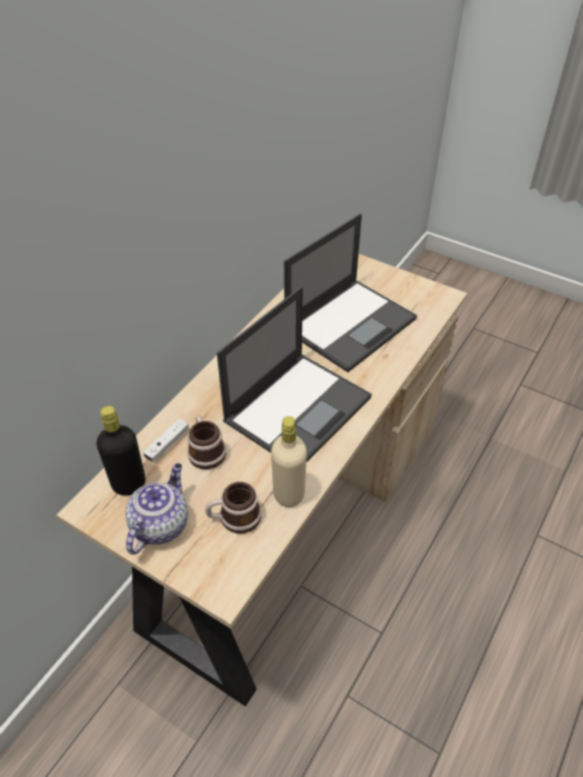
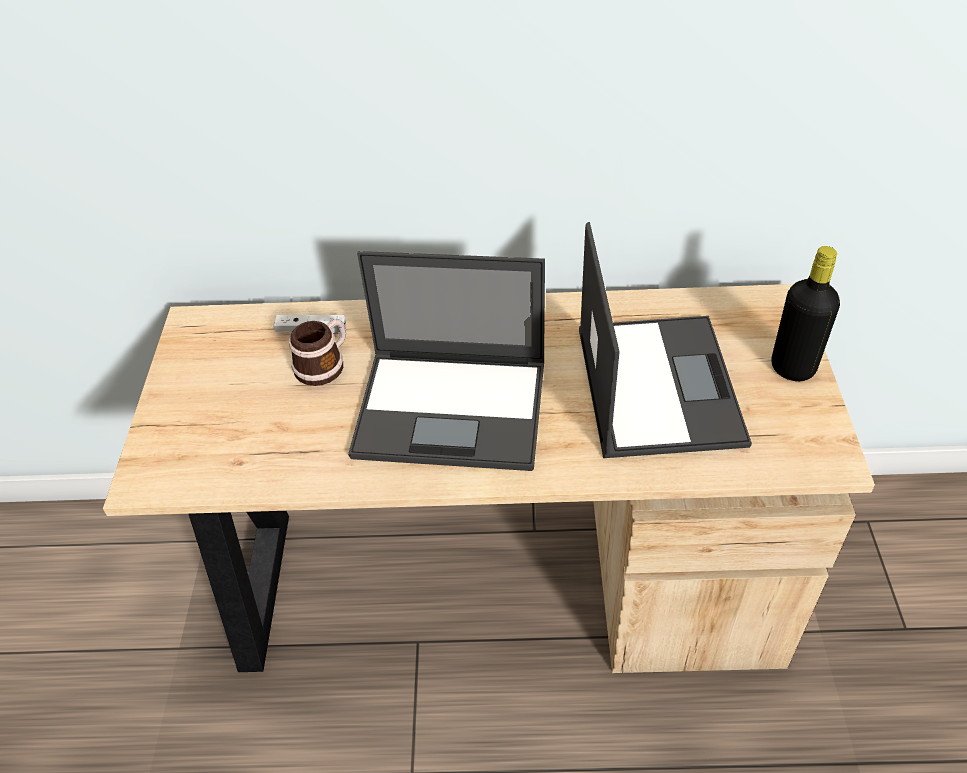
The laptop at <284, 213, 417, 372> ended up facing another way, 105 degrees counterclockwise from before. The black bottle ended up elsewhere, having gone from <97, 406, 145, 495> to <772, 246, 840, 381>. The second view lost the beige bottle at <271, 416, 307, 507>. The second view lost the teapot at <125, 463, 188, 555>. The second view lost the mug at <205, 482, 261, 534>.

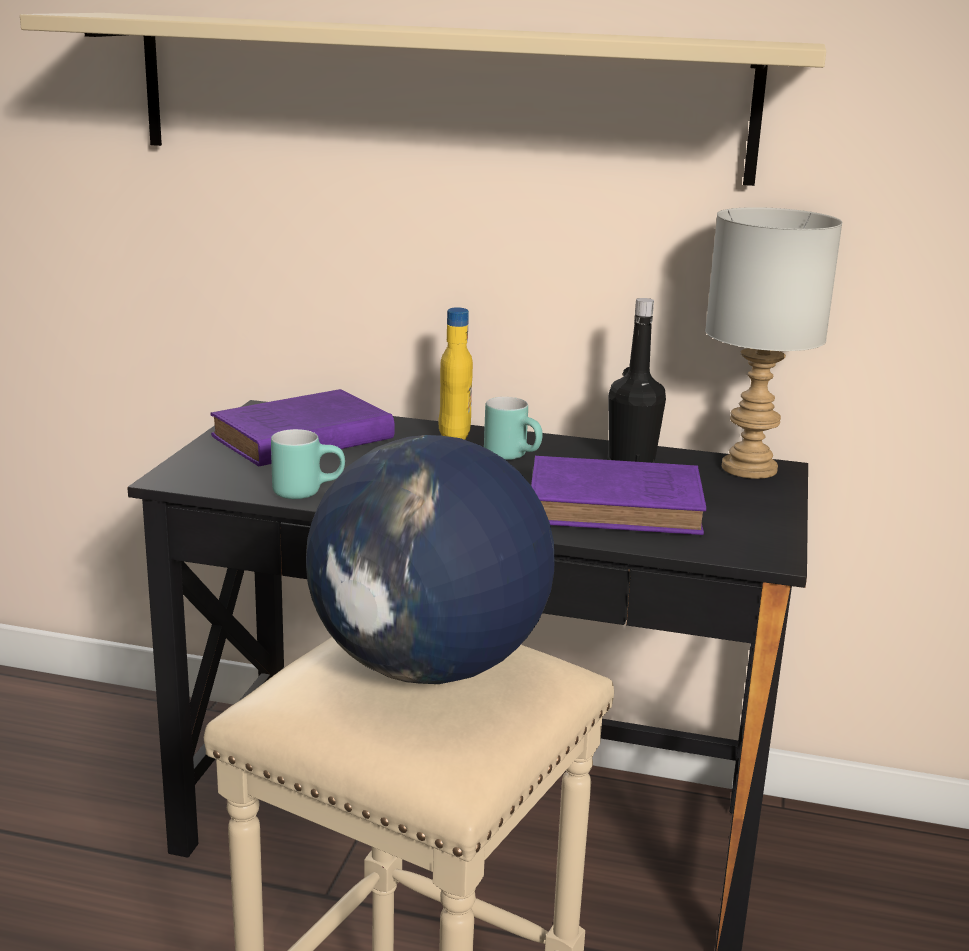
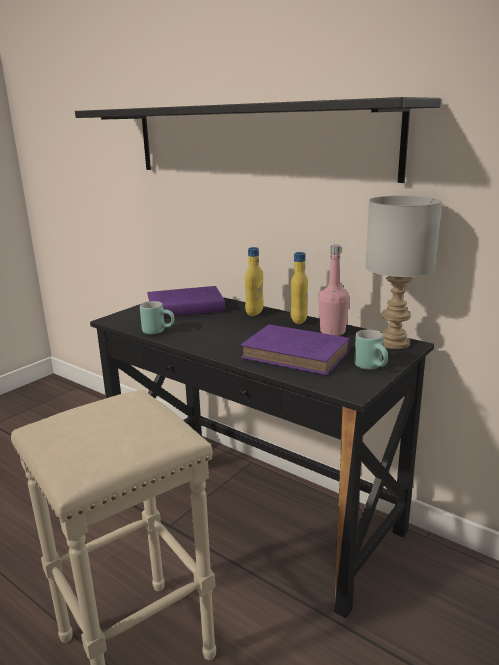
What was the beige shelf at <20, 13, 826, 186> turned into the black shelf at <75, 97, 441, 183>. What was the black bottle at <608, 298, 666, 463> turned into the pink bottle at <318, 245, 350, 336>. The turquoise mug ended up elsewhere, having gone from <484, 397, 543, 460> to <354, 330, 388, 370>. The second view lost the globe at <306, 435, 555, 684>. The second view gained the yellow bottle at <290, 252, 308, 324>.

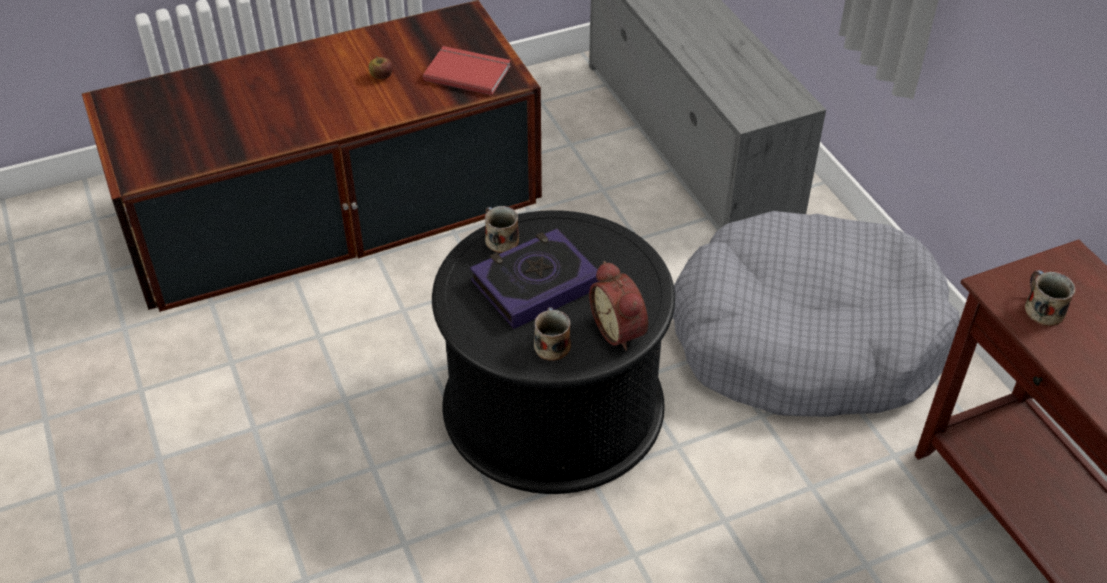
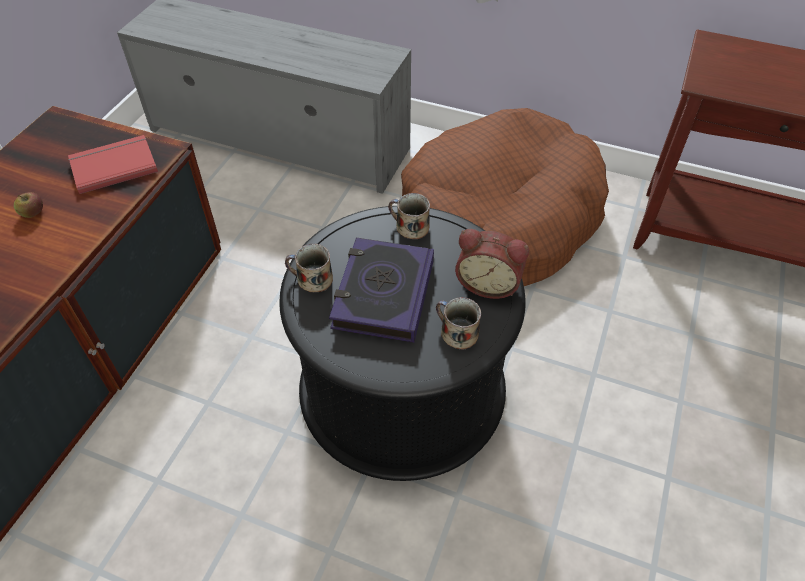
What was the grey dog bed at <673, 211, 960, 417> turned into the brown dog bed at <401, 108, 609, 286>. The mug ended up elsewhere, having gone from <1025, 270, 1075, 326> to <388, 193, 430, 239>.

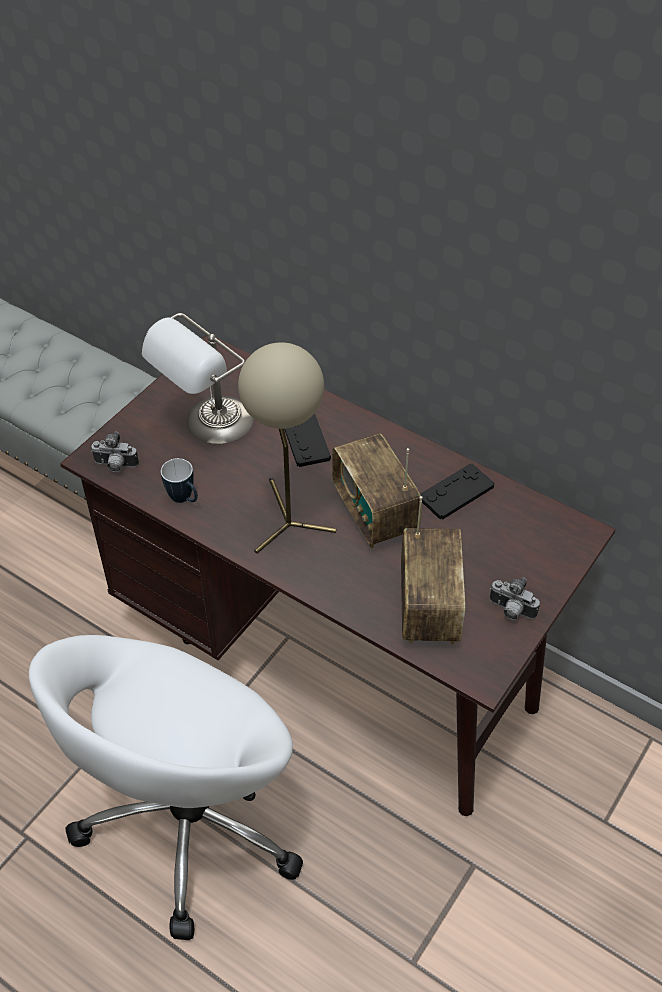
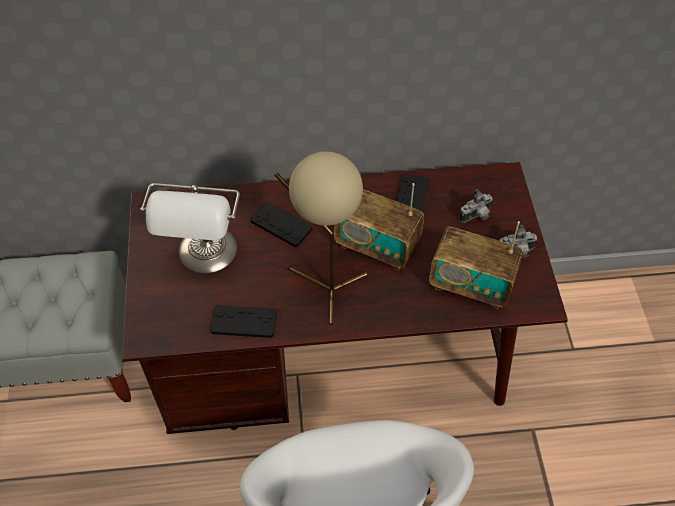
The photo camera ended up elsewhere, having gone from <91, 431, 139, 472> to <459, 189, 493, 223>. Where the mug stood at <161, 458, 198, 503>, the black game controller came to stand at <210, 305, 277, 338>. The radio at <401, 496, 465, 644> ended up facing another way, 150 degrees clockwise from before.

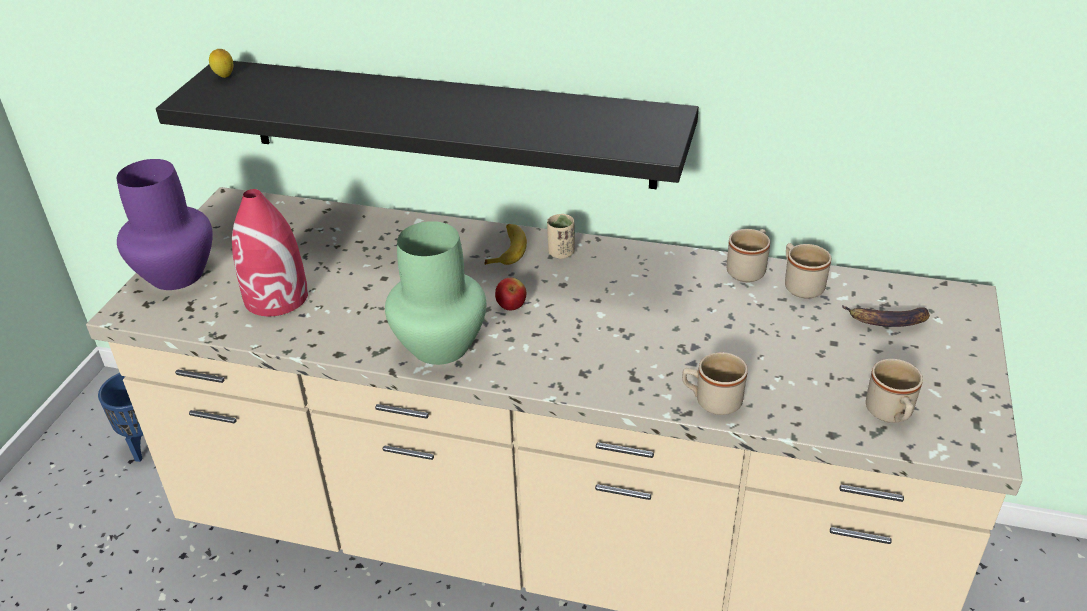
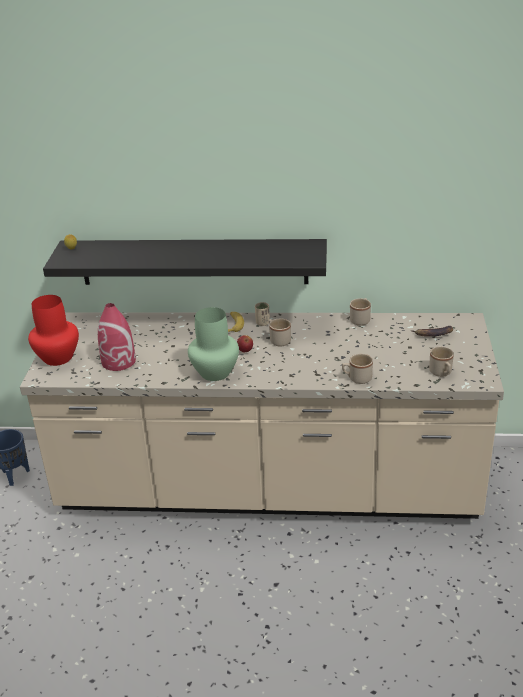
What was the purple vase at <117, 159, 213, 290> turned into the red vase at <28, 295, 79, 366>. The beige mug ended up elsewhere, having gone from <785, 243, 832, 299> to <269, 318, 291, 346>.

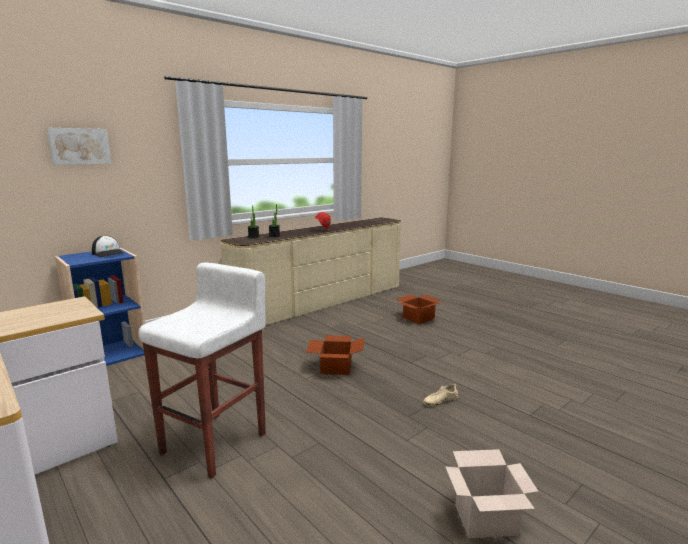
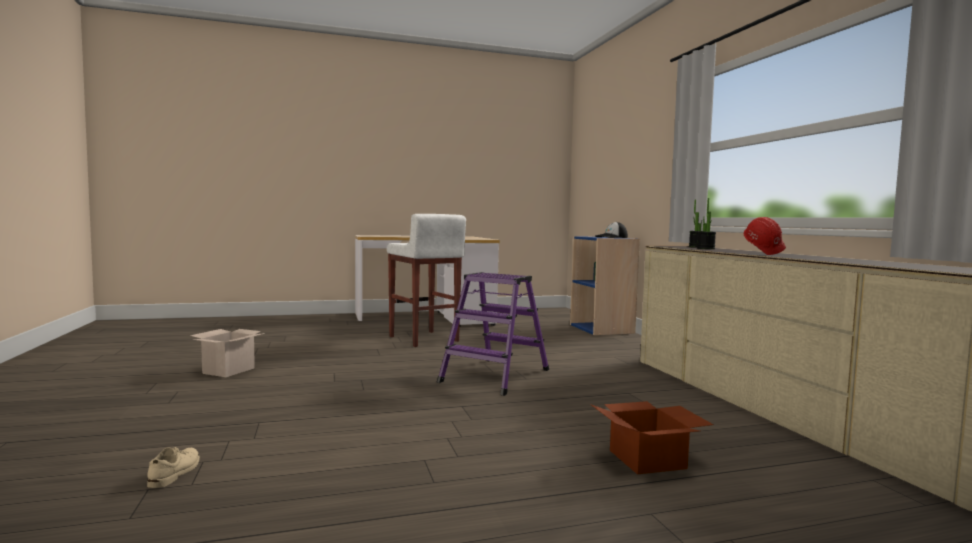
The second view lost the picture at <47, 128, 112, 165>. Where the cardboard box stood at <306, 335, 364, 375>, the purple step ladder came to stand at <437, 272, 549, 396>. The beige shoe ended up elsewhere, having gone from <423, 383, 458, 406> to <147, 447, 200, 488>.

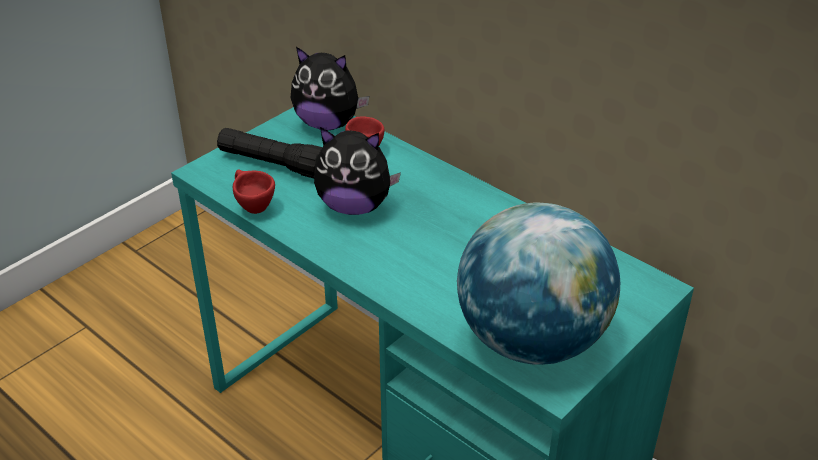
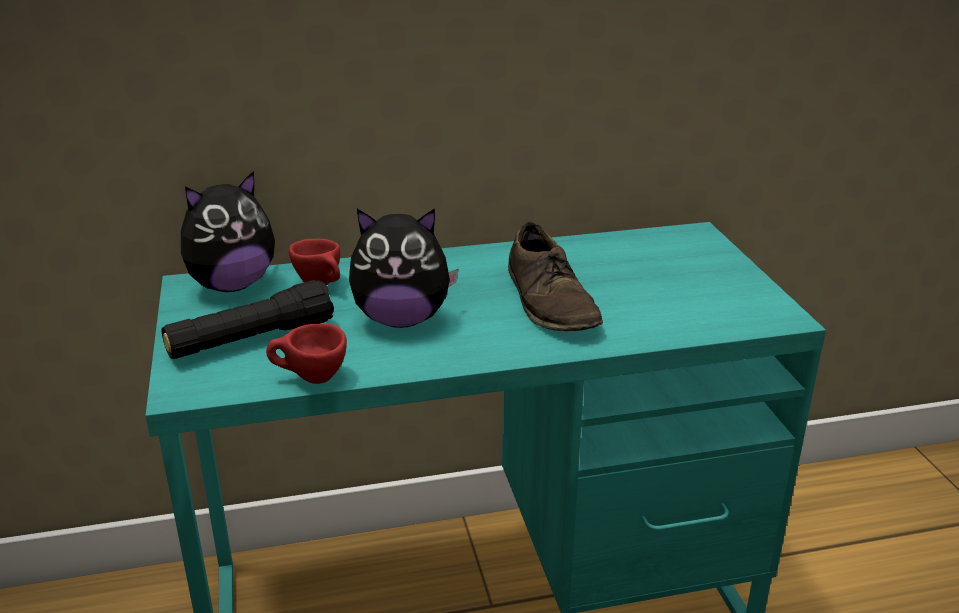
The plush toy at <314, 127, 401, 215> ended up facing another way, 45 degrees clockwise from before. The second view lost the globe at <457, 202, 620, 365>. The second view gained the brown shoe at <508, 222, 603, 331>.

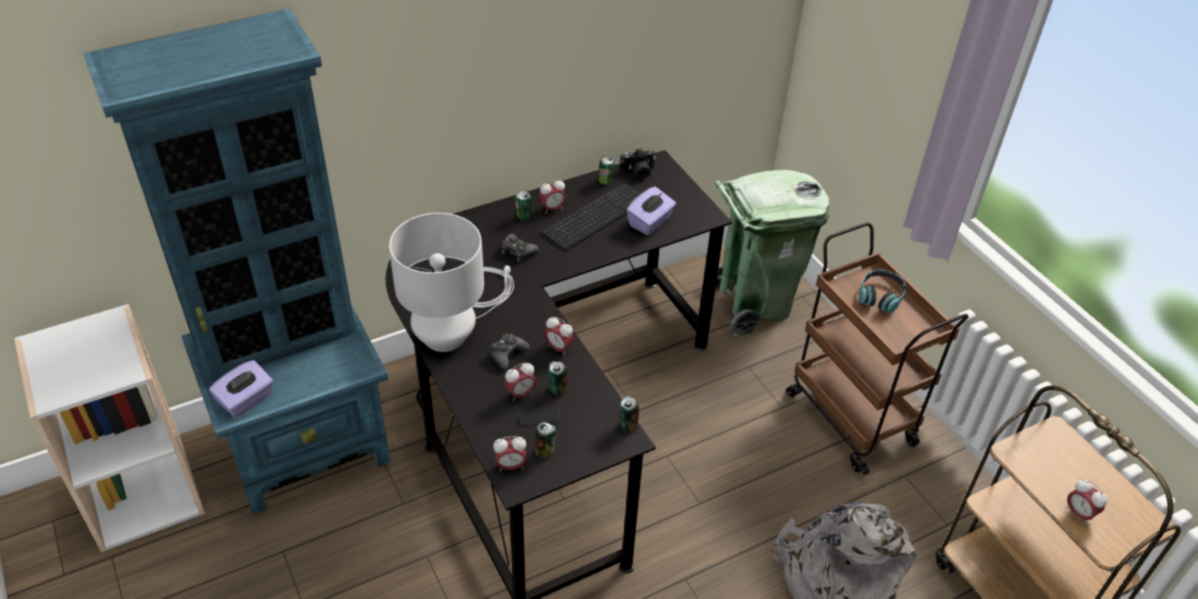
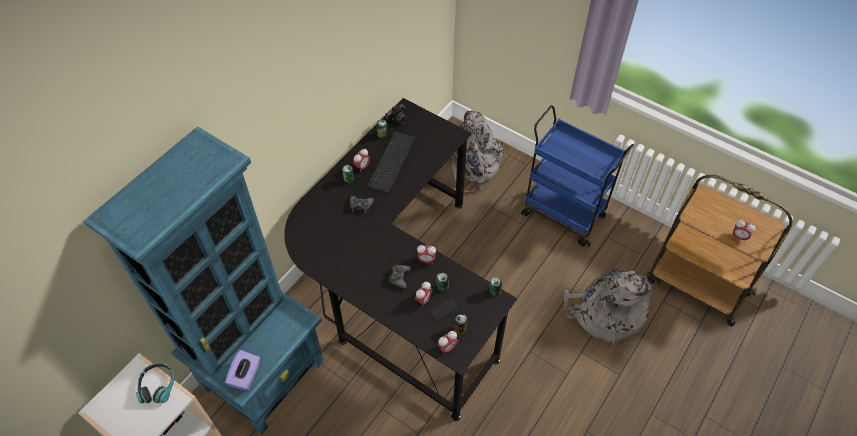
Where the green trash can stood at <715, 170, 830, 336>, the grey backpack came to stand at <451, 110, 507, 192>. The second view lost the purple tissue box at <626, 187, 676, 235>. The second view lost the grey table lamp at <389, 213, 514, 352>. What was the brown cart at <786, 223, 969, 475> turned into the blue cart at <521, 105, 634, 247>. The headphones ended up elsewhere, having gone from <859, 270, 906, 313> to <136, 363, 174, 404>.

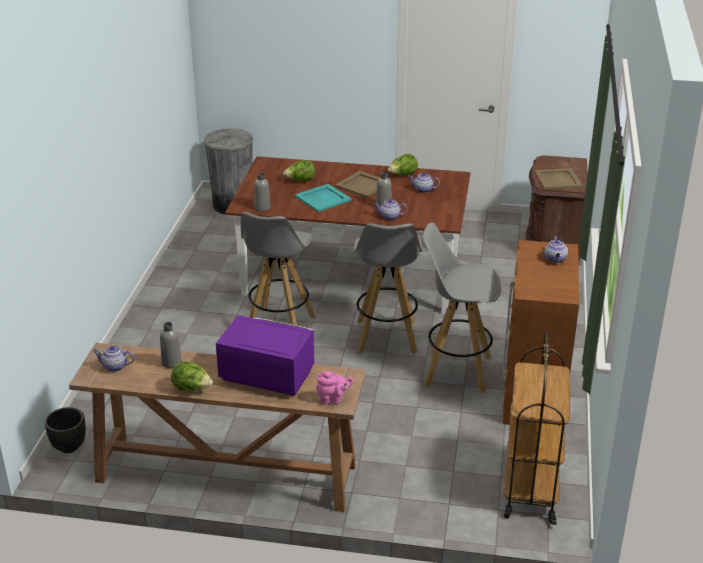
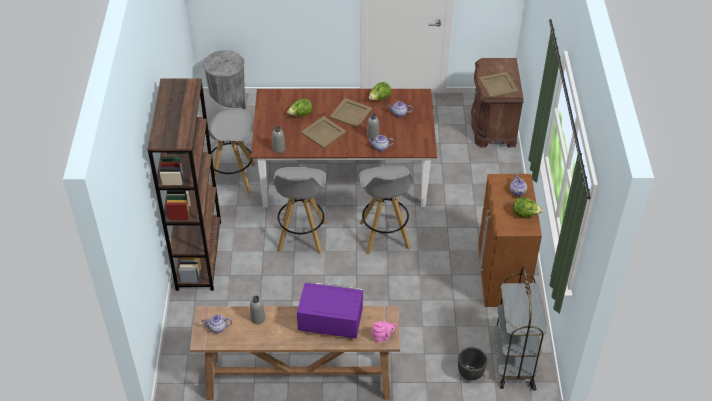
What was the turquoise tray at <295, 184, 352, 212> turned into the beige tray at <301, 116, 347, 148>. The grey stool ended up elsewhere, having gone from <422, 223, 501, 393> to <198, 90, 255, 194>. What was the brown cart at <504, 332, 570, 525> turned into the grey cart at <494, 266, 547, 391>. The lettuce ended up elsewhere, having gone from <171, 361, 213, 391> to <513, 198, 543, 217>. The black planter ended up elsewhere, having gone from <45, 407, 86, 453> to <458, 347, 487, 381>. The second view gained the brown bookcase at <147, 78, 221, 291>.

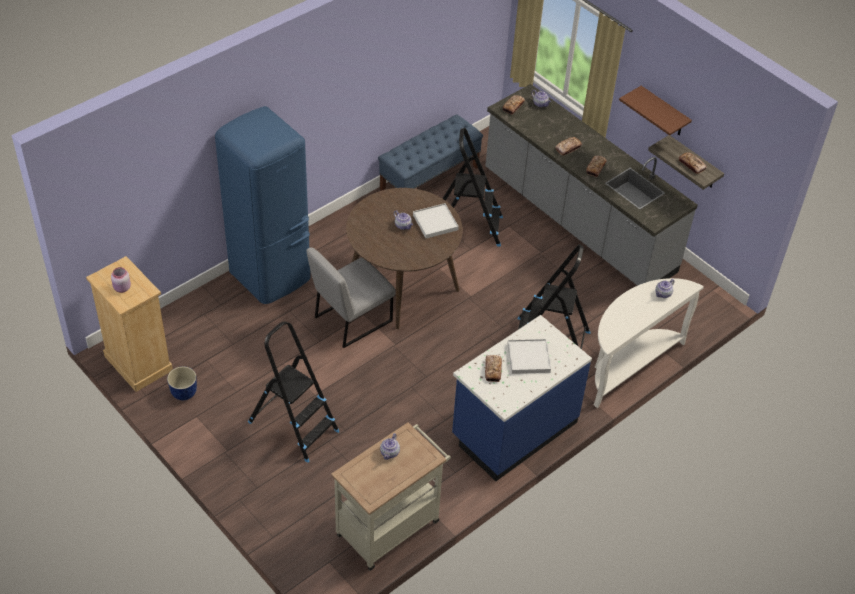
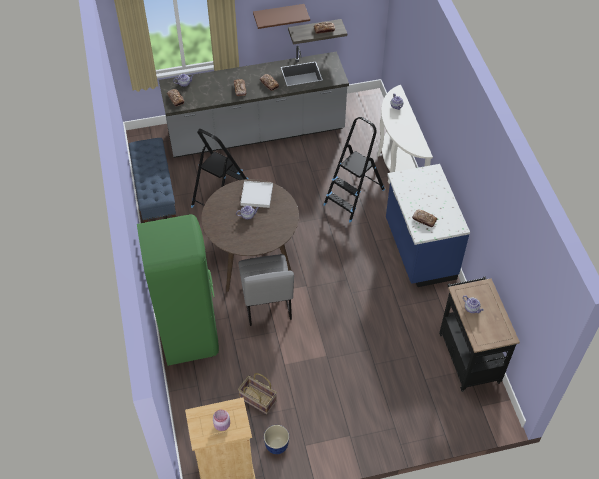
What was the blue fridge at <215, 106, 311, 304> turned into the green fridge at <137, 214, 219, 366>. The second view lost the black step ladder at <248, 322, 339, 463>. The second view lost the white tray at <508, 339, 551, 374>. What was the beige cart at <331, 422, 451, 571> turned into the black cart at <439, 277, 520, 392>. The second view gained the basket at <238, 373, 277, 414>.

